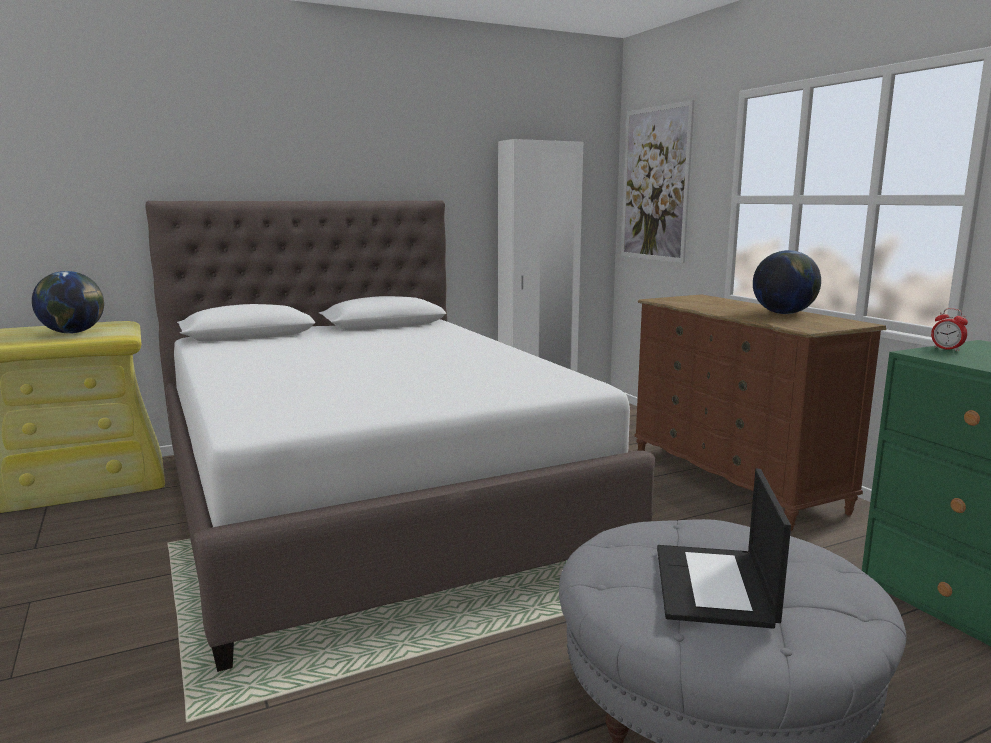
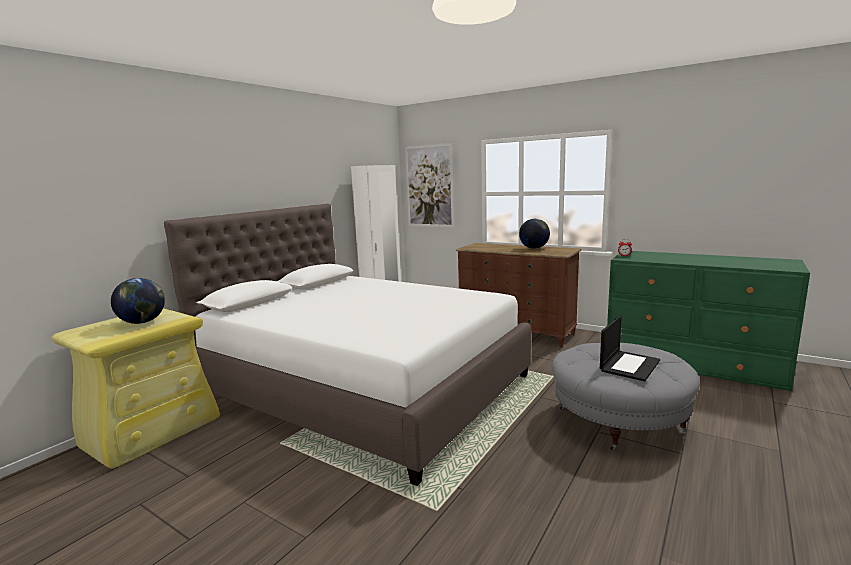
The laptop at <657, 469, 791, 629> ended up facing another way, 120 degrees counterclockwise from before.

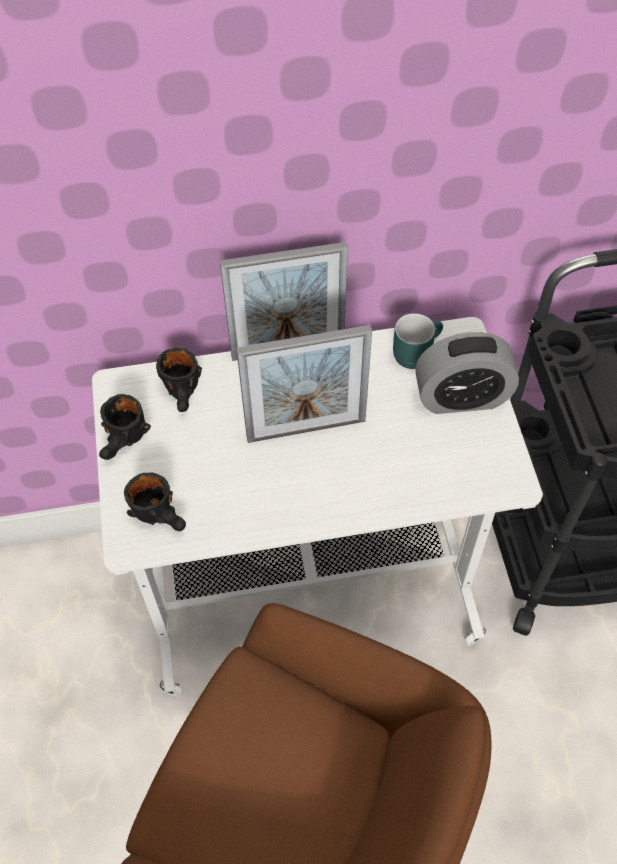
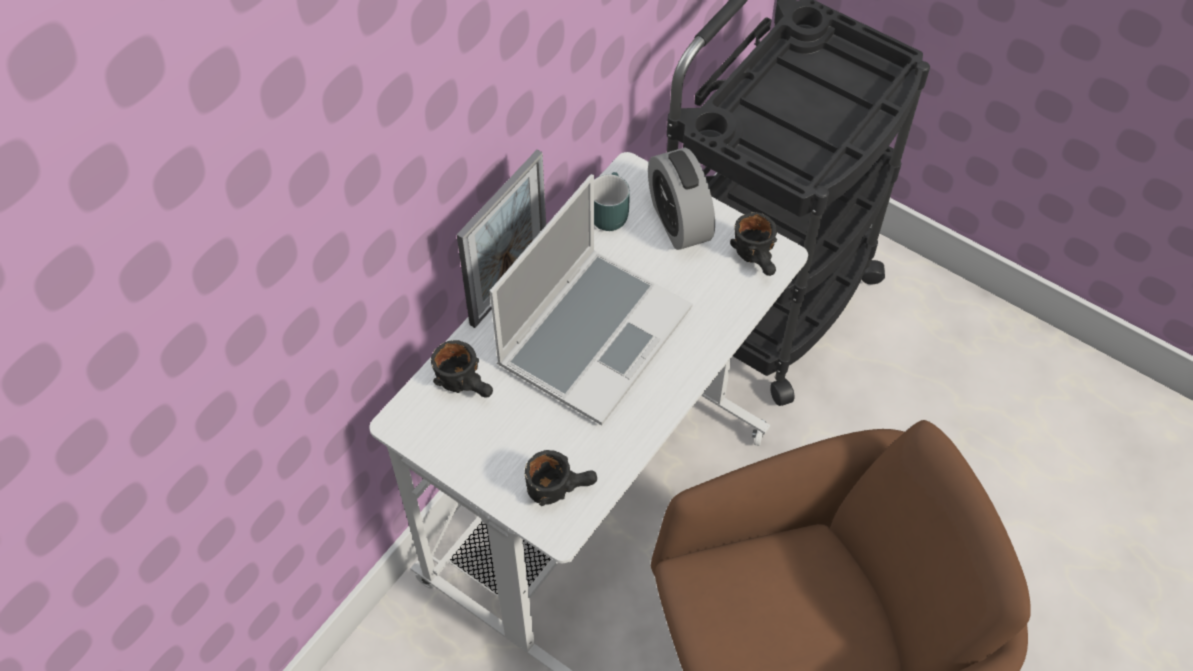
Where the picture frame stood at <236, 325, 372, 443>, the laptop came to stand at <490, 174, 692, 425>. The alarm clock at <415, 332, 519, 414> ended up facing another way, 120 degrees clockwise from before. The black mug ended up elsewhere, having gone from <99, 394, 151, 460> to <730, 212, 777, 276>.

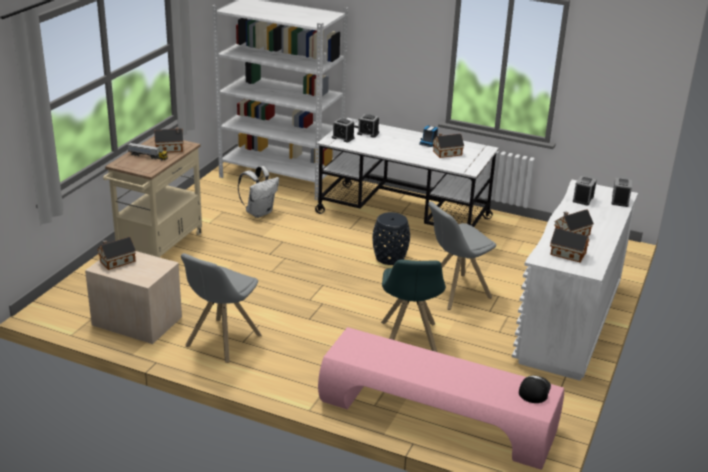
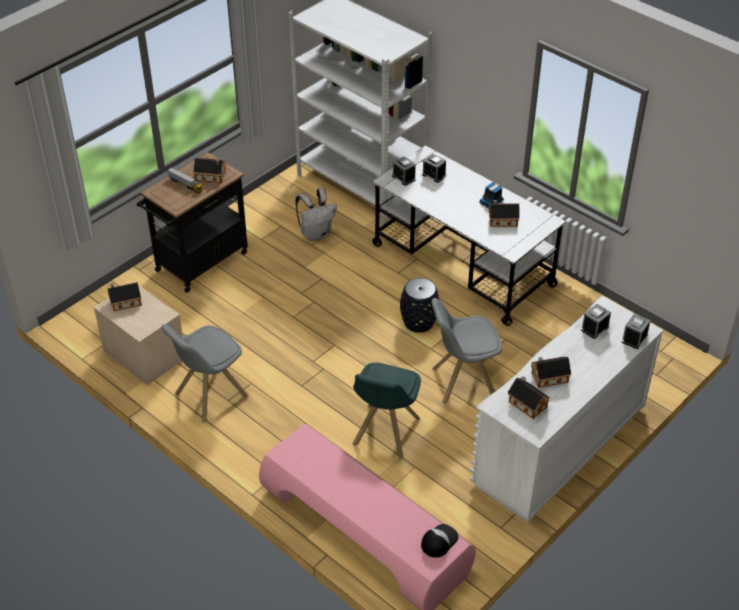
What was the beige cart at <103, 136, 202, 258> turned into the black cart at <137, 152, 248, 293>.

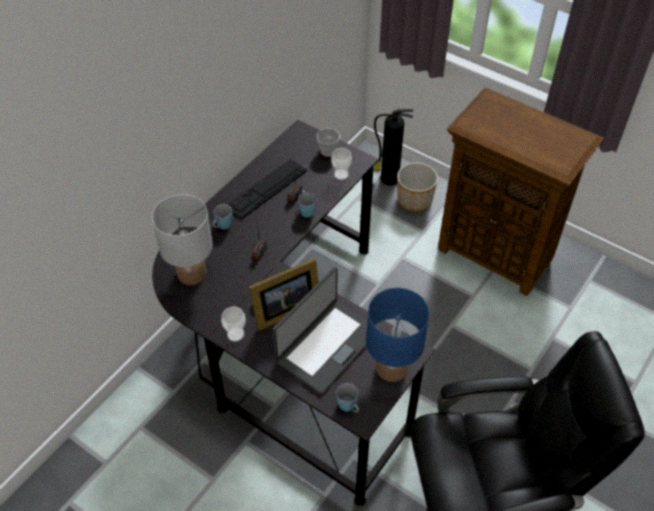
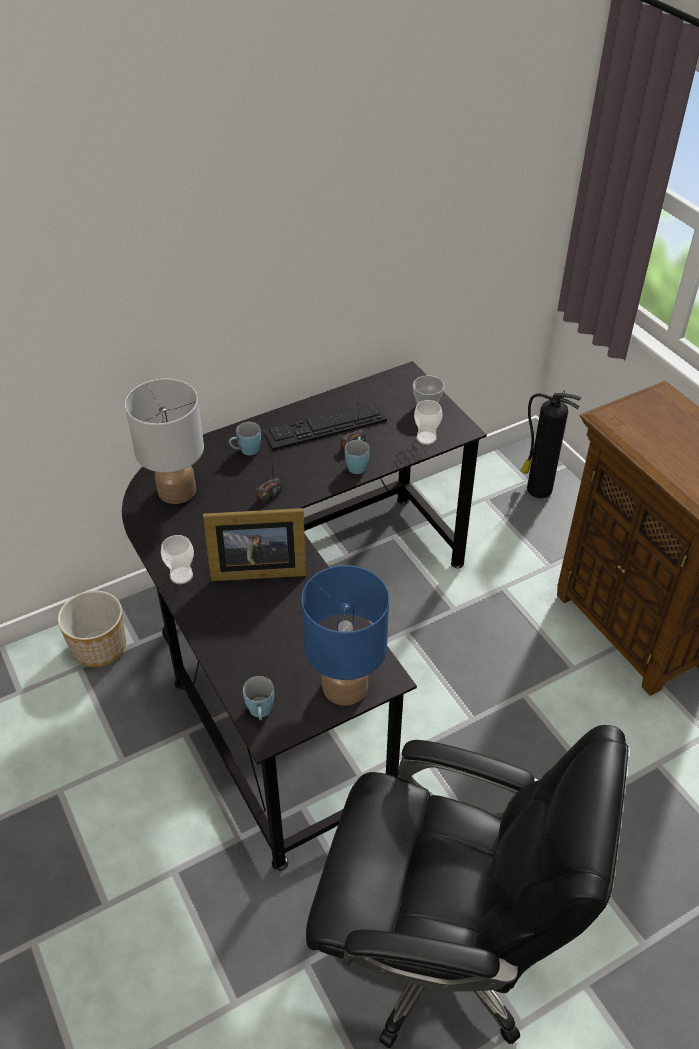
The planter ended up elsewhere, having gone from <397, 163, 438, 212> to <58, 590, 126, 667>. The second view lost the laptop at <272, 267, 380, 394>.

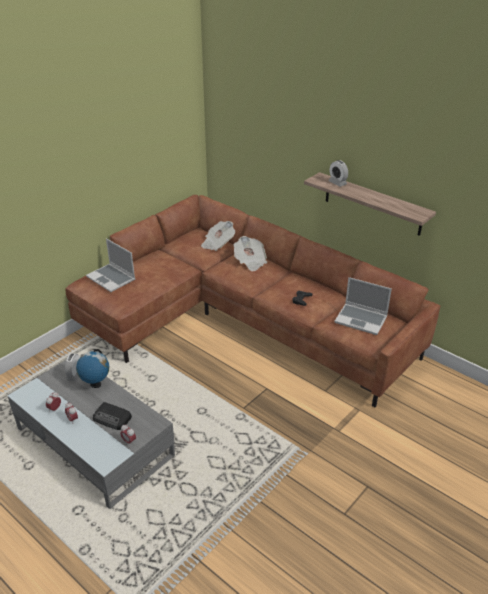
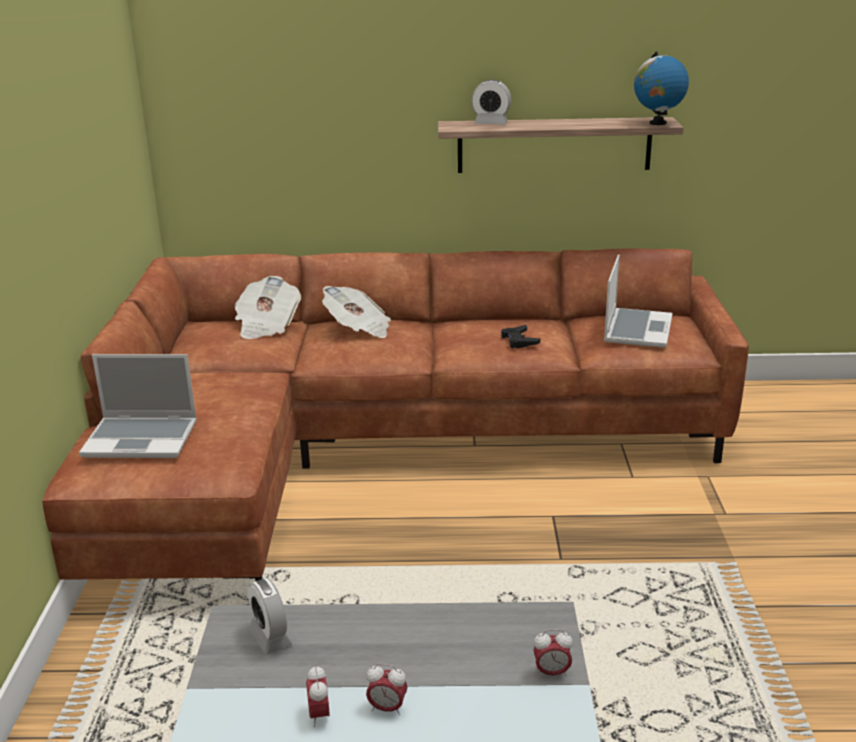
The laptop at <334, 277, 392, 335> ended up facing another way, 60 degrees counterclockwise from before. The globe ended up elsewhere, having gone from <76, 349, 109, 388> to <634, 52, 689, 125>. The second view lost the radio at <93, 402, 132, 430>.

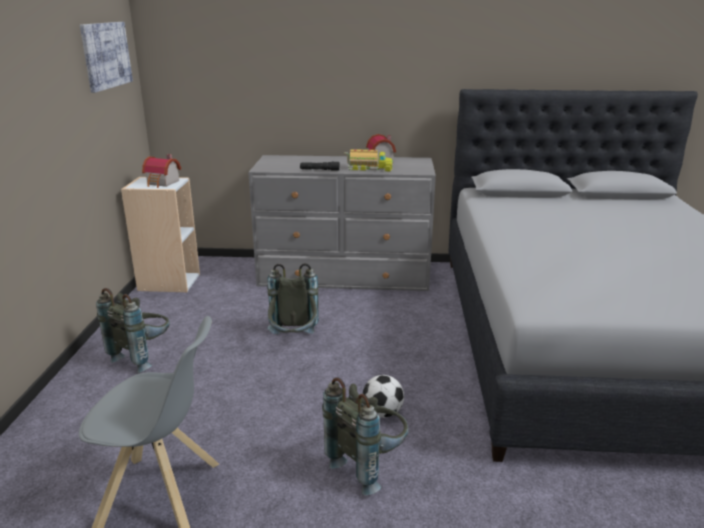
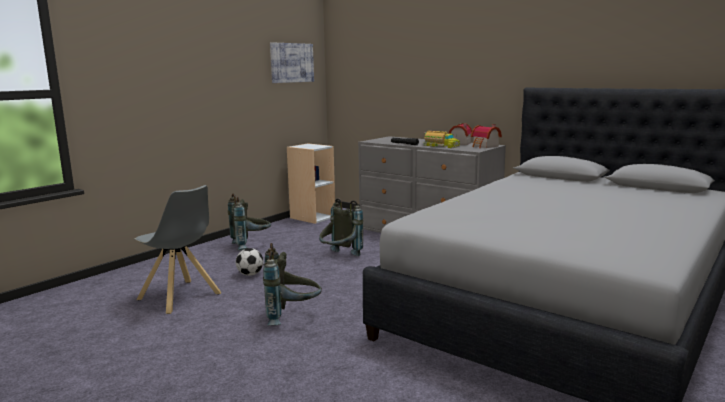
The toy house ended up elsewhere, having gone from <142, 154, 181, 188> to <471, 124, 502, 148>. The football ended up elsewhere, having gone from <363, 375, 404, 418> to <236, 248, 263, 276>.

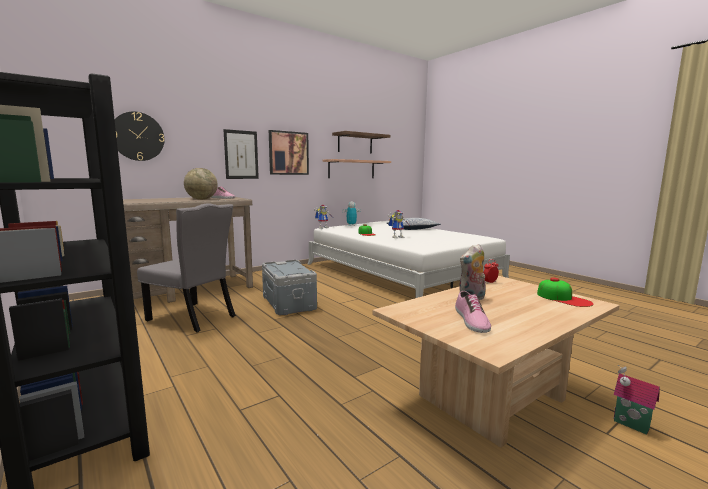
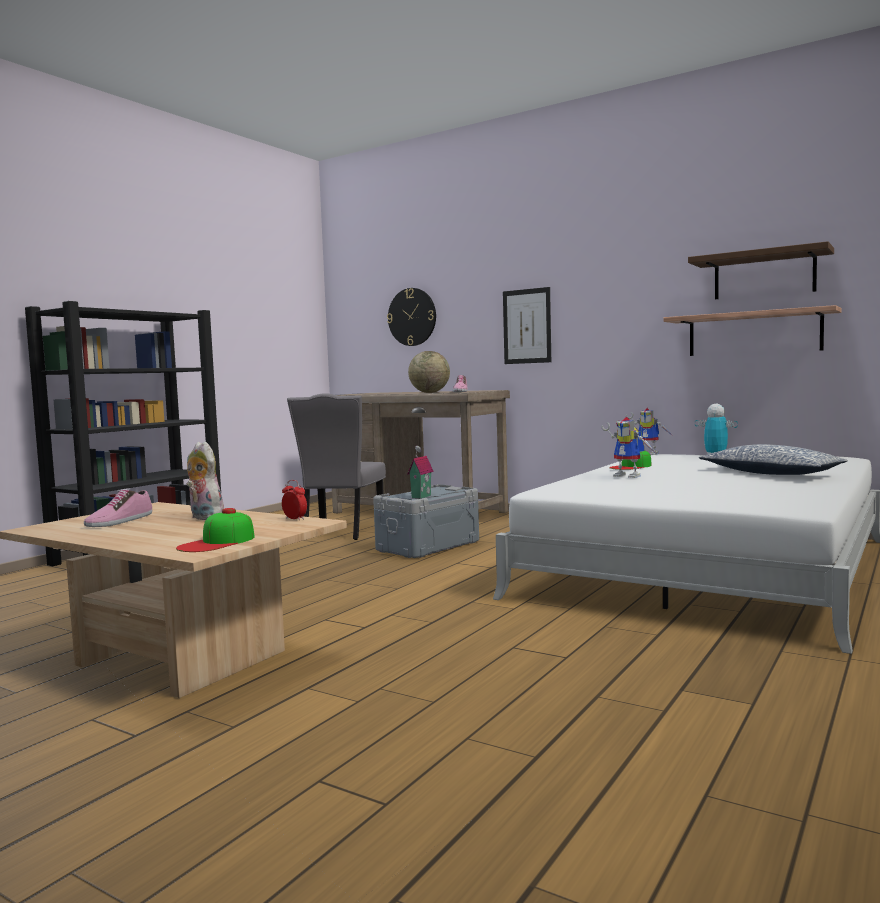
The second view lost the picture at <269, 130, 309, 175>. The shoe at <455, 291, 491, 333> ended up facing another way, 45 degrees counterclockwise from before. The toy house ended up elsewhere, having gone from <613, 365, 660, 435> to <407, 446, 434, 499>.

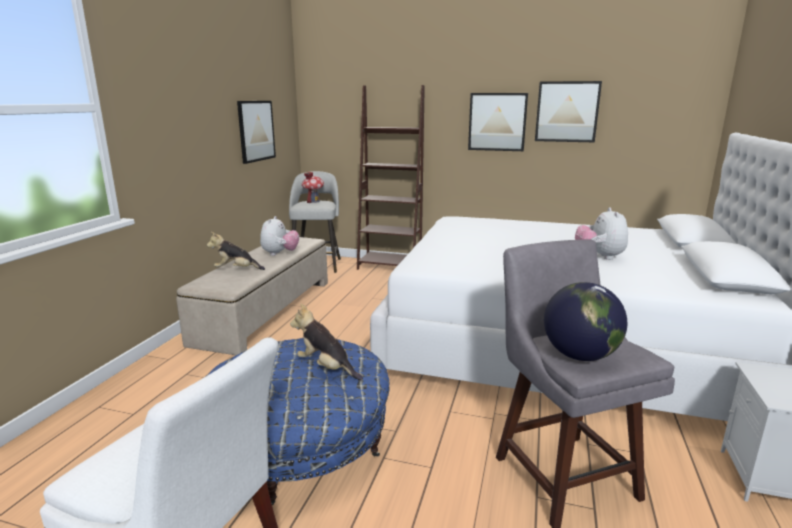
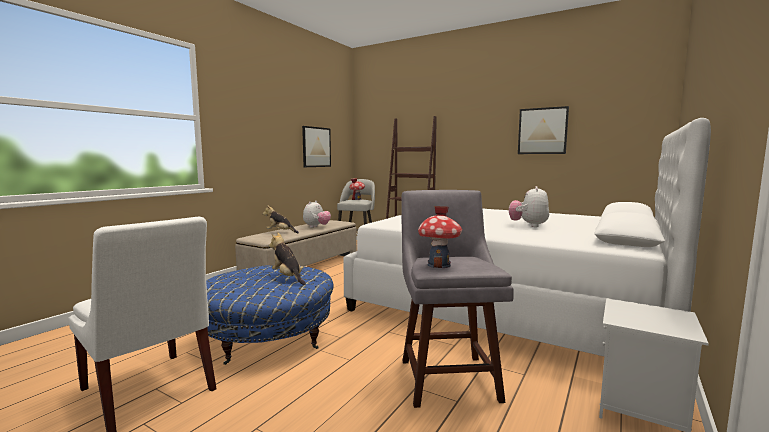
The second view lost the picture at <468, 93, 528, 151>. Where the globe stood at <544, 282, 627, 361>, the toy house came to stand at <418, 206, 462, 268>.

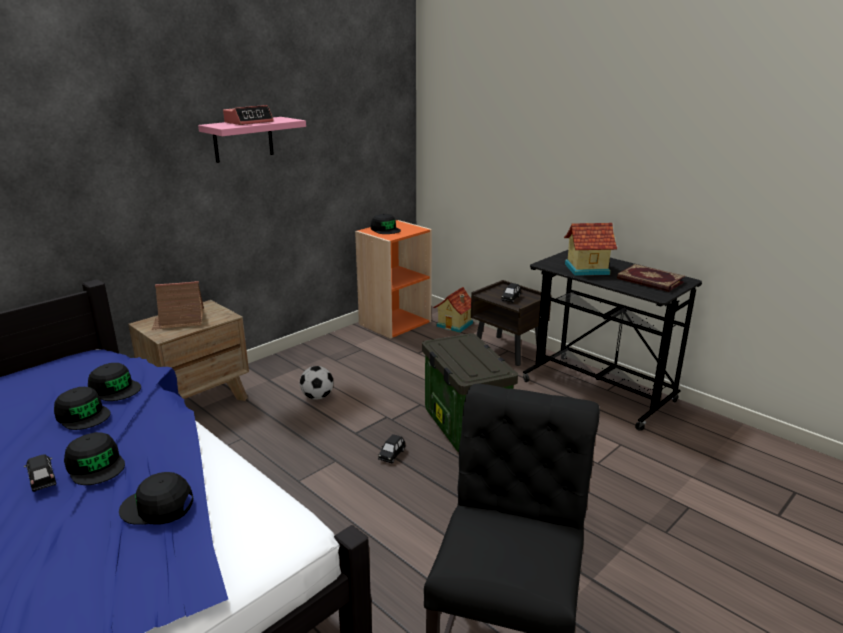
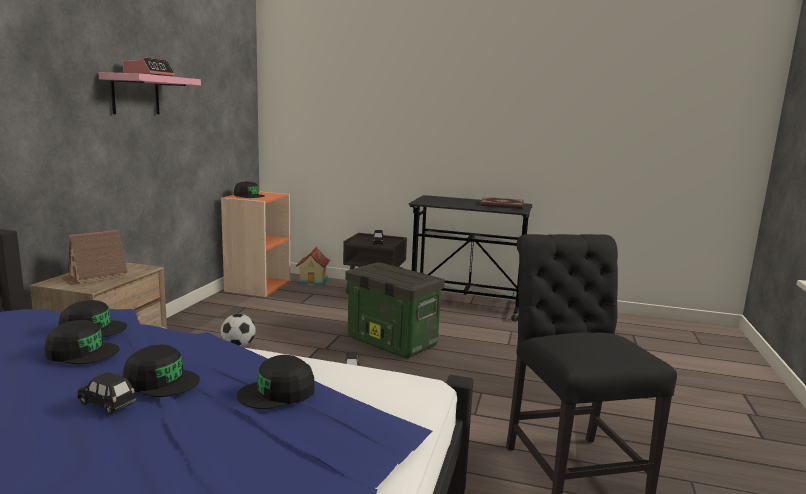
The second view lost the toy house at <564, 223, 617, 276>.

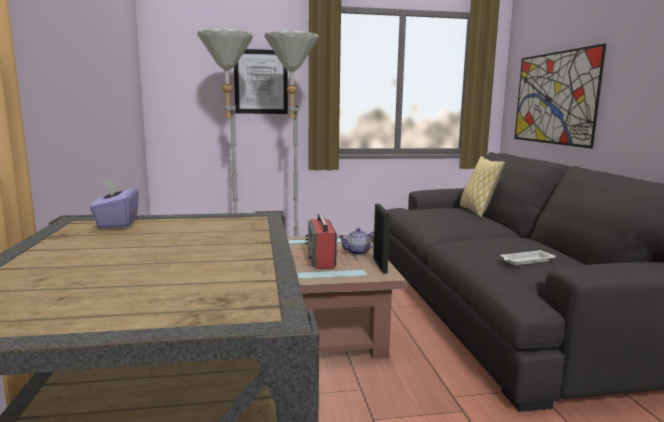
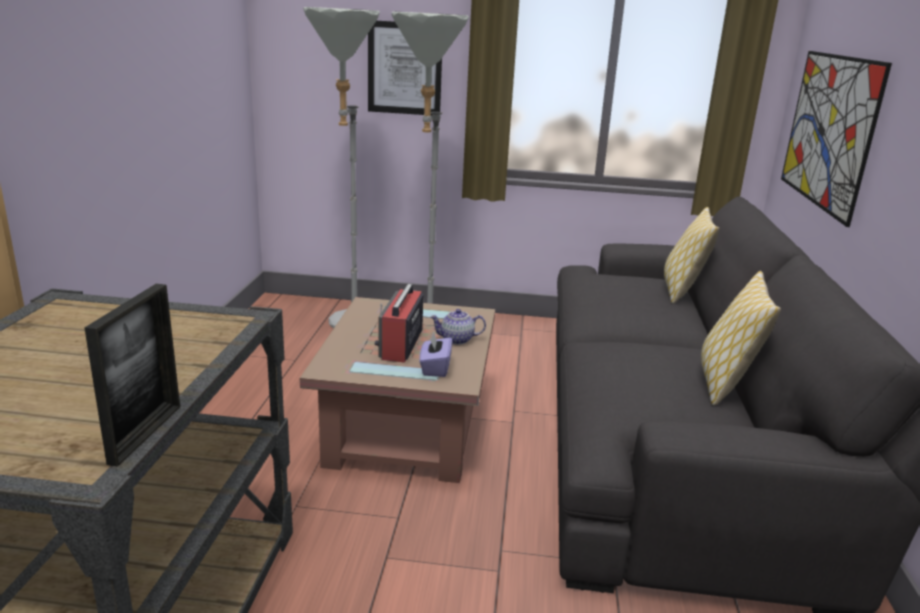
The purple tissue box ended up elsewhere, having gone from <90, 178, 139, 228> to <419, 331, 452, 377>. The picture frame ended up elsewhere, having gone from <373, 204, 390, 273> to <84, 284, 180, 467>. The second view lost the white tray at <500, 250, 556, 265>. The second view gained the pillow at <701, 271, 781, 405>.

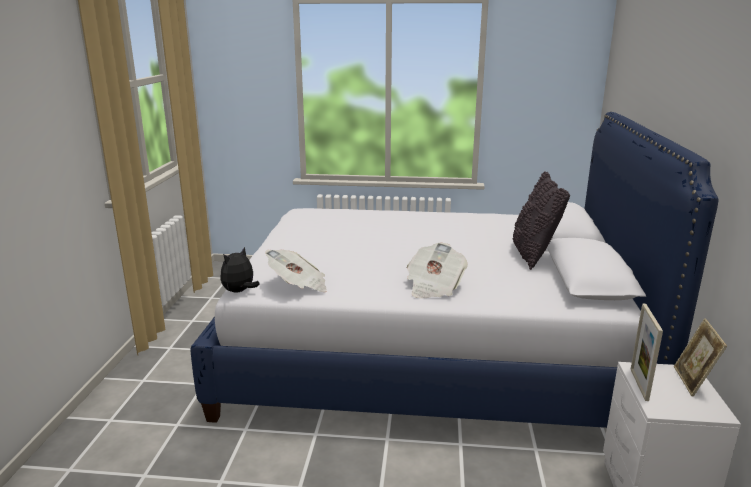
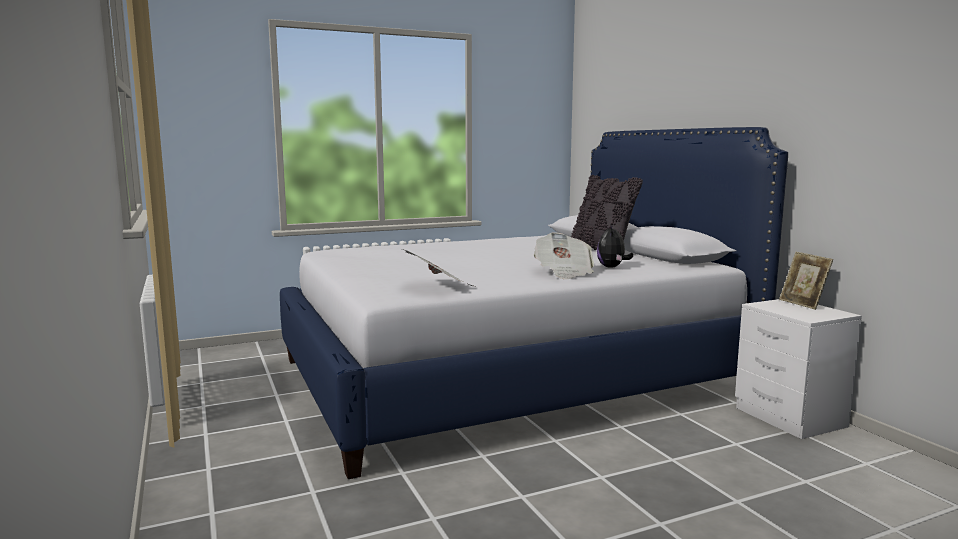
The plush toy ended up elsewhere, having gone from <220, 247, 260, 293> to <597, 224, 633, 268>. The second view lost the picture frame at <631, 303, 663, 401>.

